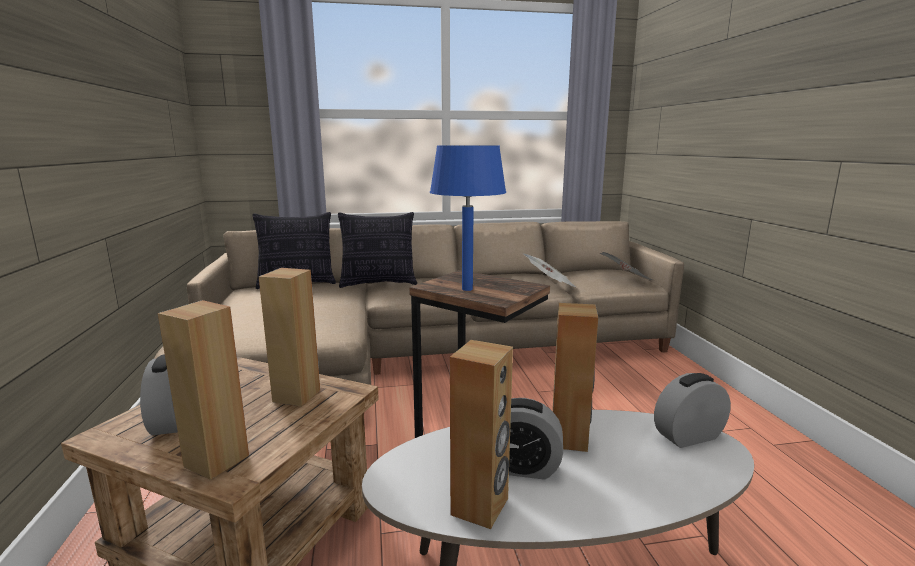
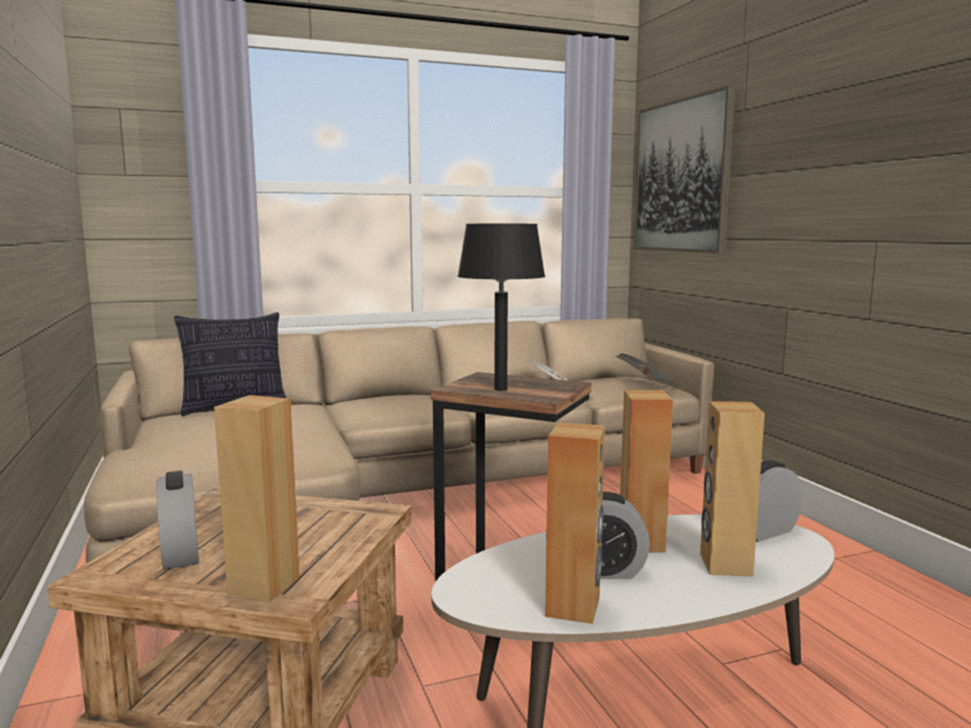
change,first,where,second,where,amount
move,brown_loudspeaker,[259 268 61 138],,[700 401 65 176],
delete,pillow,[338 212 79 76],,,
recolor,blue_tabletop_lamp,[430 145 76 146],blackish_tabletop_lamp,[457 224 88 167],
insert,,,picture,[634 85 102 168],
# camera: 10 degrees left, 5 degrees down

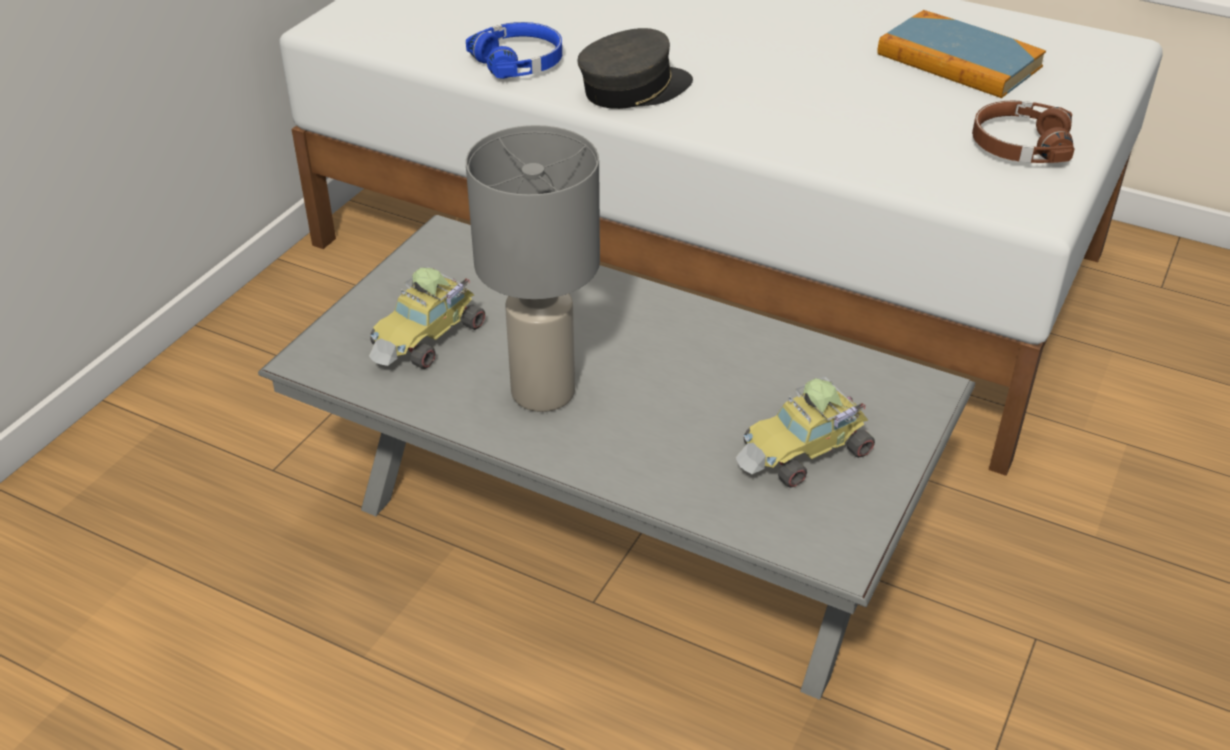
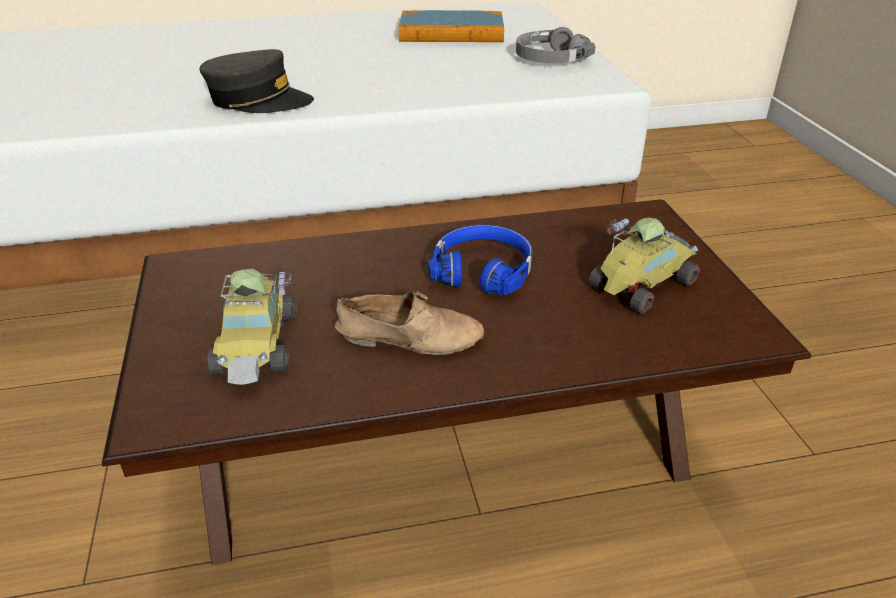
change,first,where,second,where,amount
recolor,gray_coffee_table,[258 215 717 485],brown_coffee_table,[102 199 709 366],
move,blue_pair_of_headphones,[466 22 96 57],,[429 225 104 70],
replace,gray_tabletop_lamp,[466 125 134 287],beige-coloured_item_of_footwear,[335 291 149 64],
rotate,gray_baseball_cap,[577 28 116 81],,[199 49 115 64],75 degrees clockwise
rotate,model_car,[736 376 139 112],,[589 218 111 96],150 degrees counterclockwise
recolor,brown_pair_of_headphones,[972 101 103 62],gray_pair_of_headphones,[516 27 80 36],
# camera: 40 degrees left, 5 degrees down

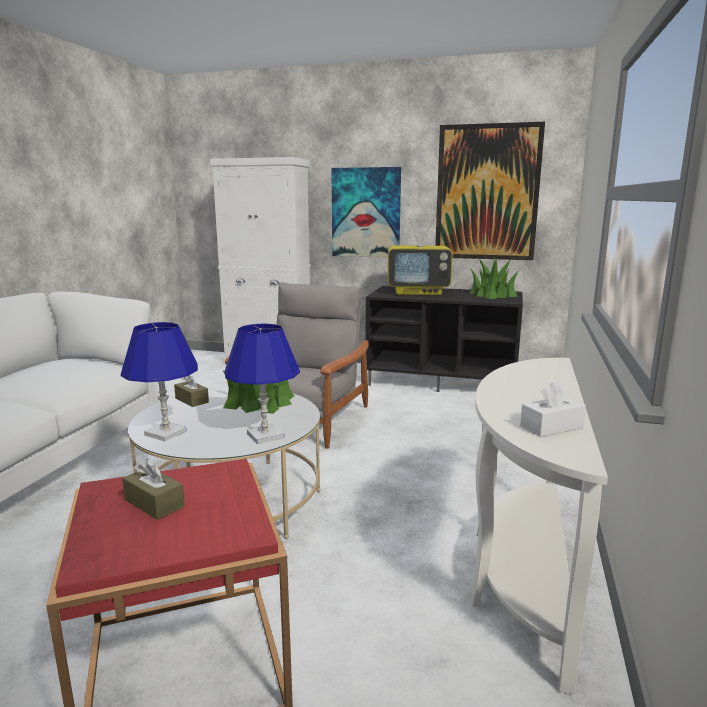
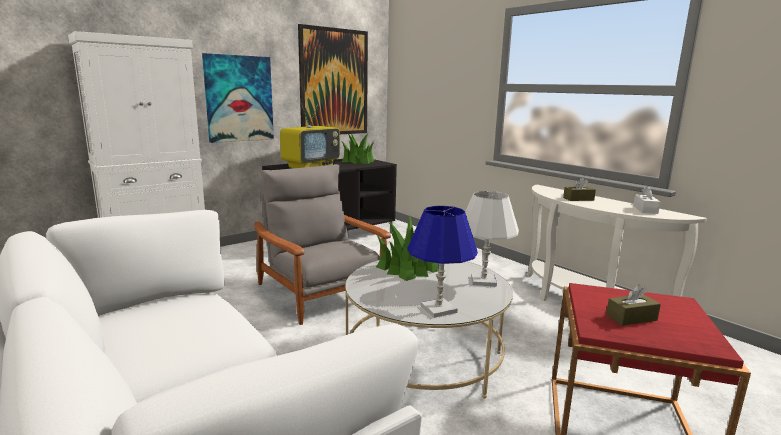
change,first,where,second,where,amount
move,brown_tissue_holder,[174 375 35 32],,[563 177 33 24],
recolor,blue_tabletop_lamp,[224 323 76 121],white-coloured_tabletop_lamp,[465 191 54 95],
# camera: 55 degrees left, 0 degrees up

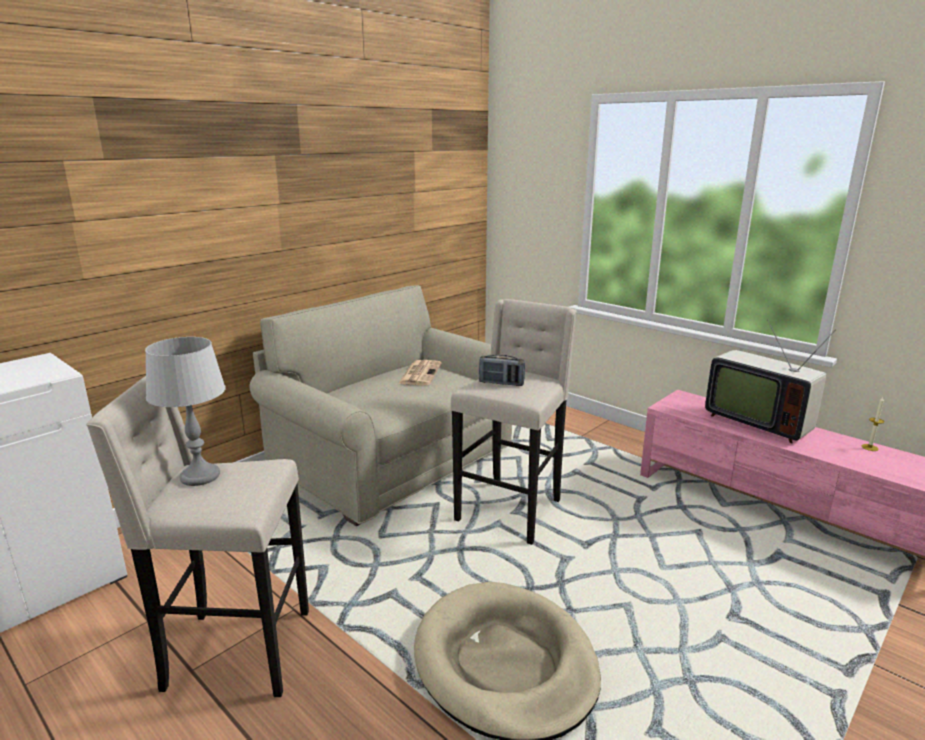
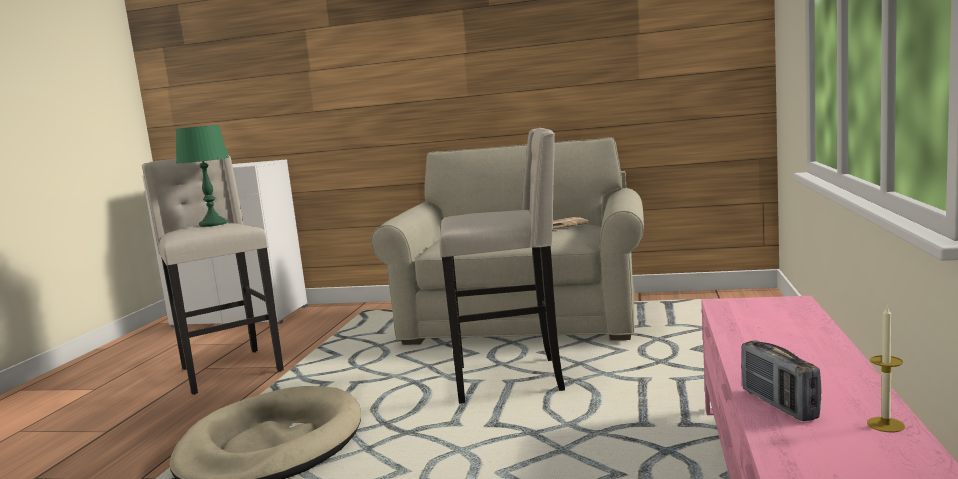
change,first,where,second,where,amount
recolor,gray_tabletop_lamp,[145 337 81 149],green-coloured_tabletop_lamp,[176 125 53 102],
move,radio_receiver,[479 355 46 31],,[741 341 80 80],
delete,TV_set,[705 320 131 123],,,
# camera: 60 degrees right, 10 degrees down

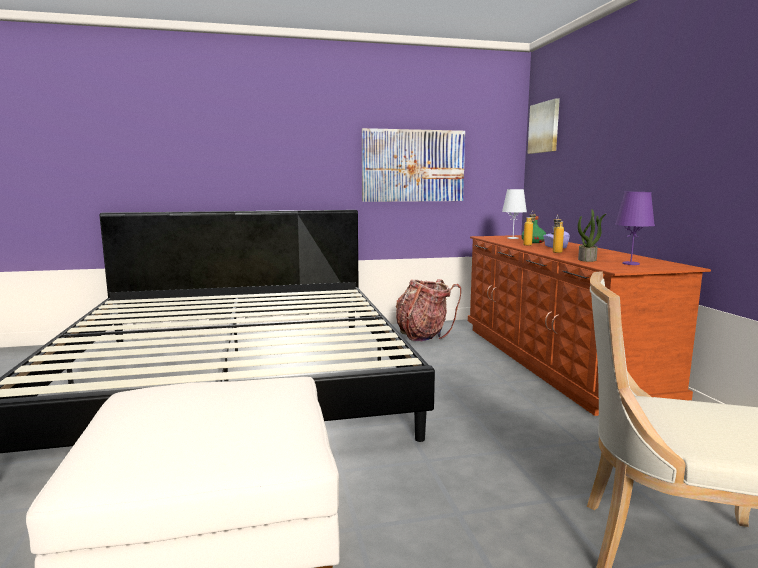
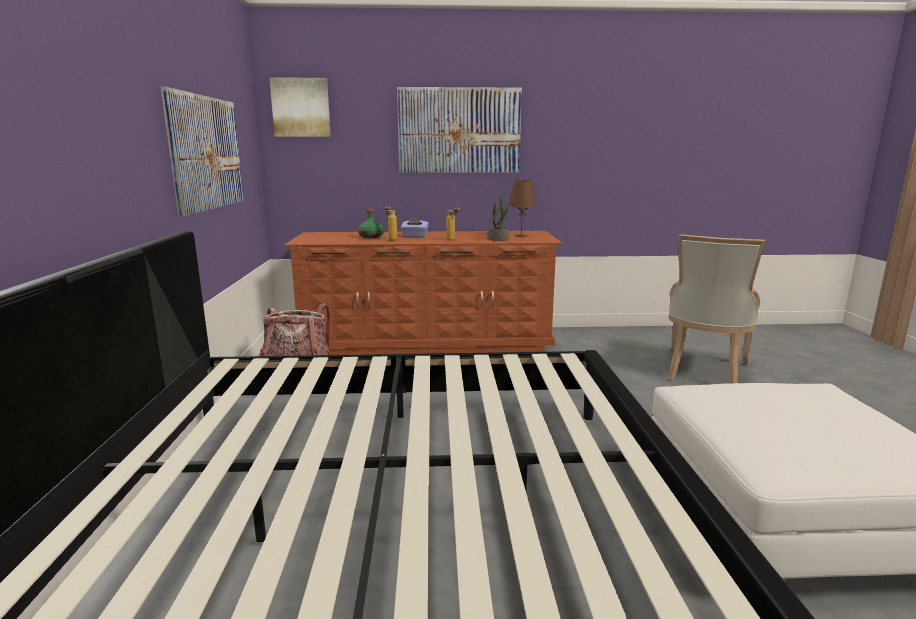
change,first,where,second,where,amount
delete,white-coloured_tabletop_lamp,[502 189 25 50],,,
recolor,purplish_tabletop_lamp,[615 192 40 73],brown_tabletop_lamp,[509 180 27 57],
insert,,,picture,[397 87 125 86],
# camera: 80 degrees left, 5 degrees up

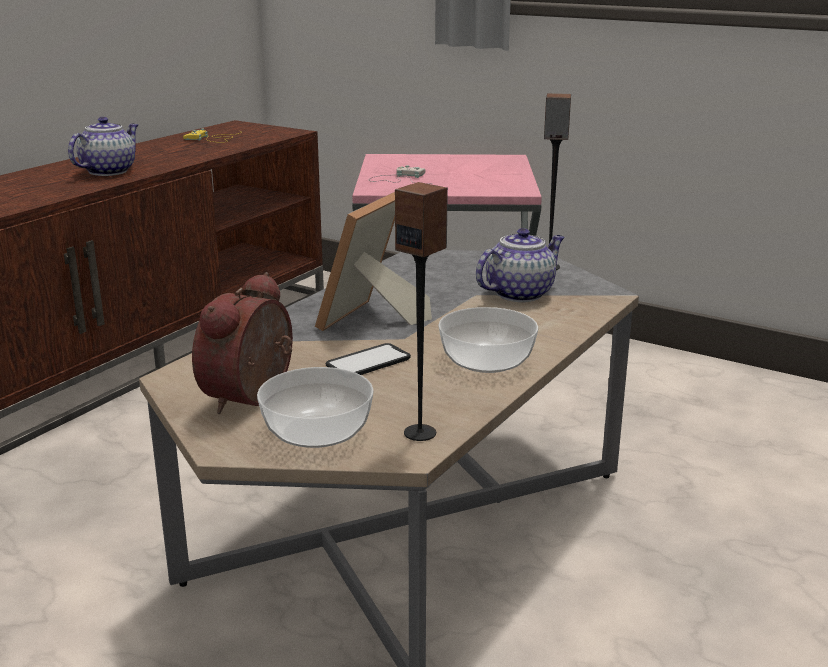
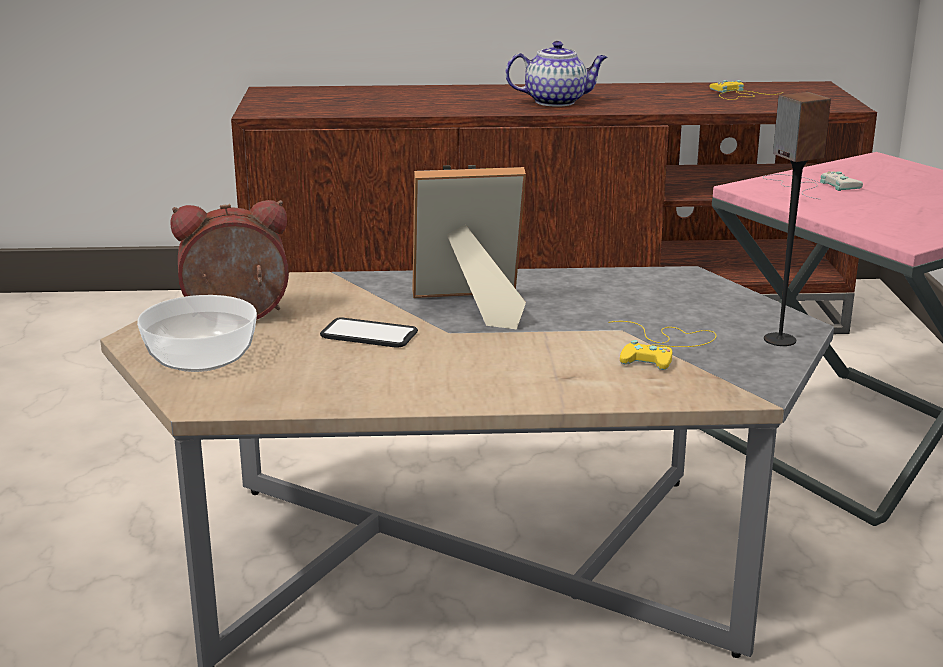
change,first,where,second,where,amount
delete,loudspeaker,[395 182 53 259],,,
delete,bowl,[438 307 100 66],,,
replace,tea_pot,[476 228 89 74],yellow-coloured_game_controller,[608 321 108 49],
# camera: 55 degrees right, 0 degrees up

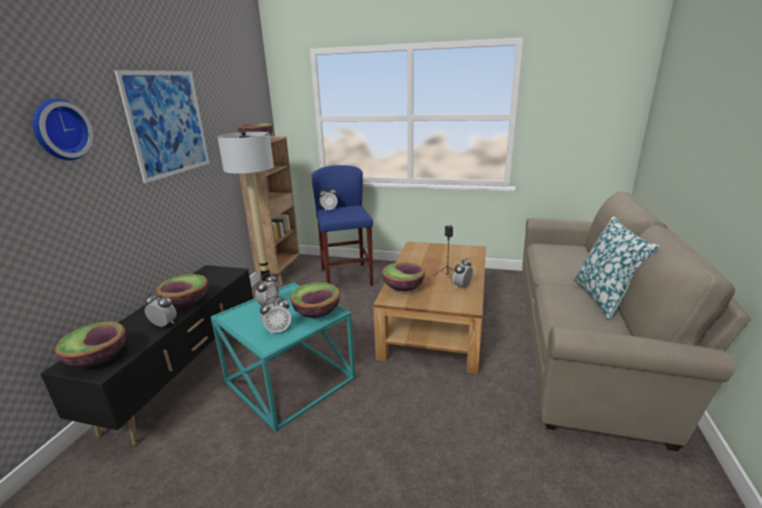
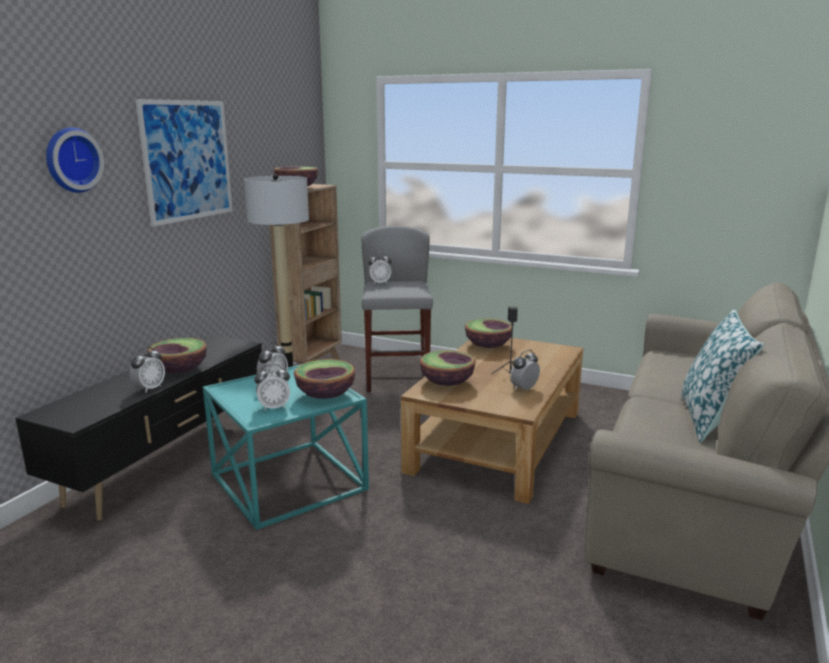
change,first,where,second,where,amount
move,bowl,[55 322 71 46],,[465 318 47 30],
rotate,bedside_clock,[145 292 31 35],,[130 347 35 46],90 degrees clockwise
recolor,blue_sitting_stool,[312 165 61 121],gray_sitting_stool,[361 226 72 166],
# camera: 10 degrees right, 5 degrees down

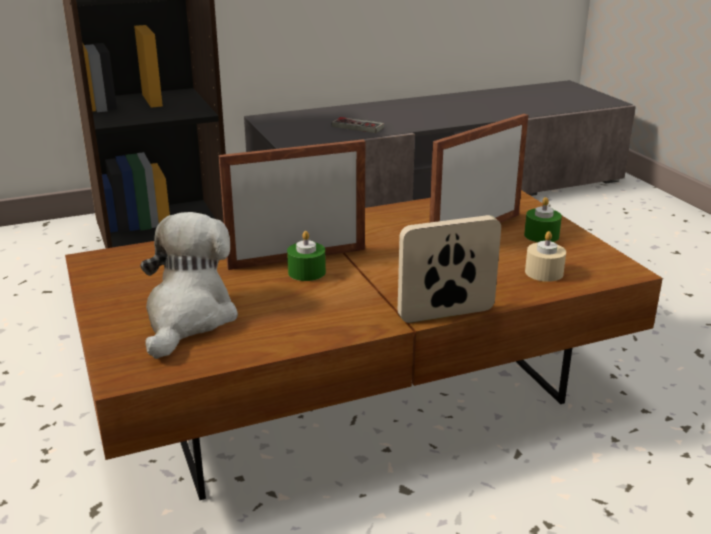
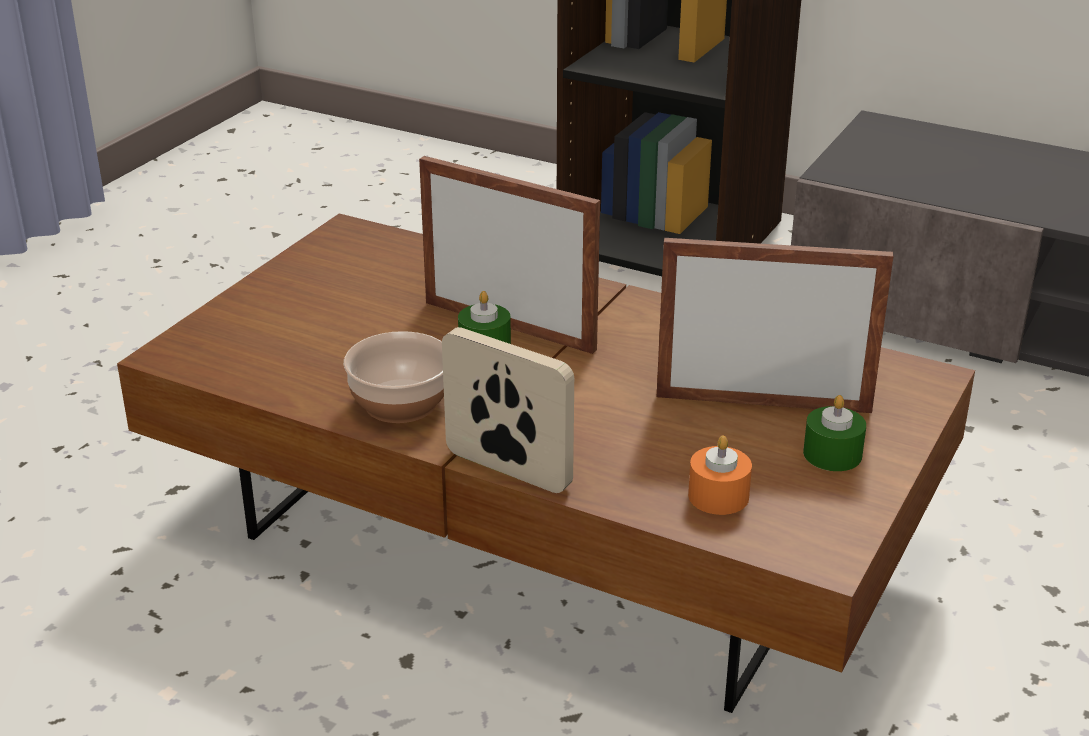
change,first,where,second,where,amount
delete,soft_toy,[140 212 98 147],,,
delete,game_controller,[332 117 52 16],,,
recolor,beige-coloured_candle,[525 231 41 51],orangey_candle,[688 435 64 80],
insert,,,bowl,[344 331 100 92],
# camera: 50 degrees right, 5 degrees up

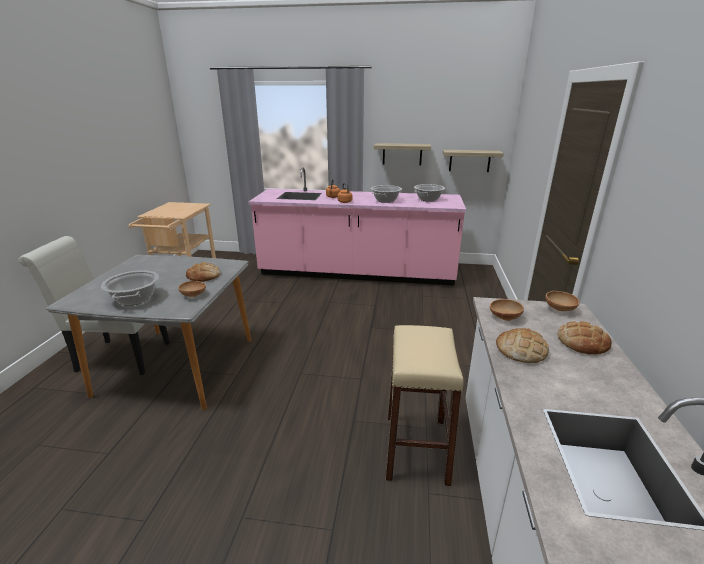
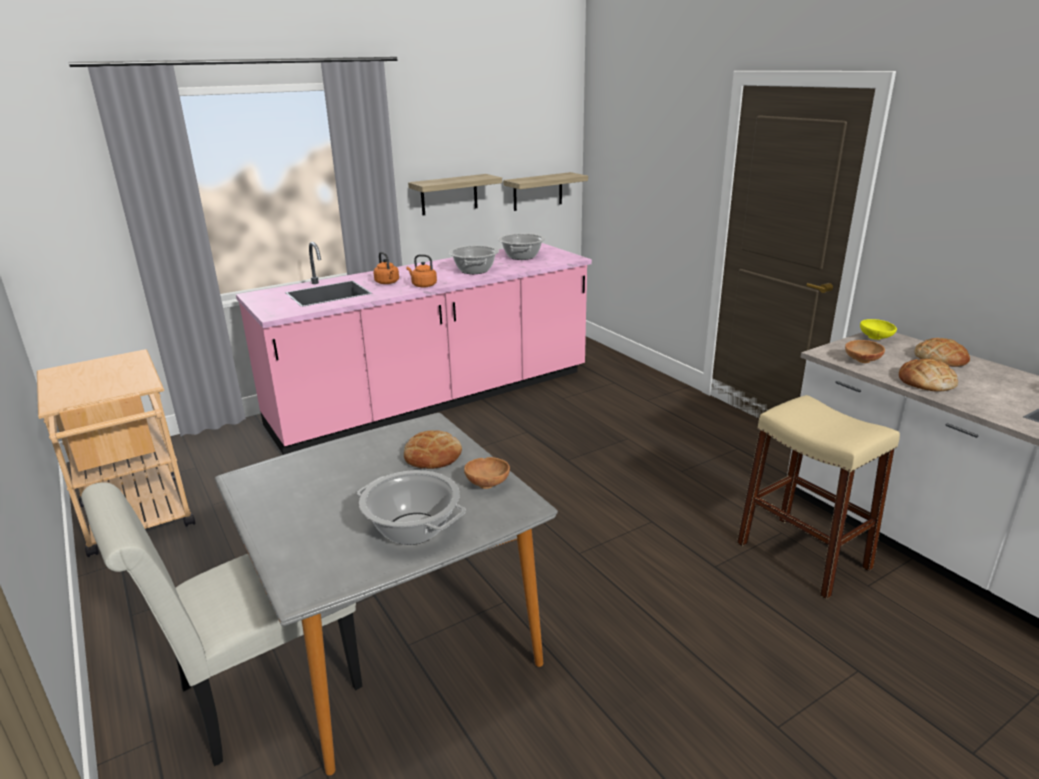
change,first,where,second,where,amount
recolor,brown_bowl,[545 291 34 20],yellow-coloured_bowl,[860 319 37 21],
# camera: 40 degrees left, 0 degrees up

